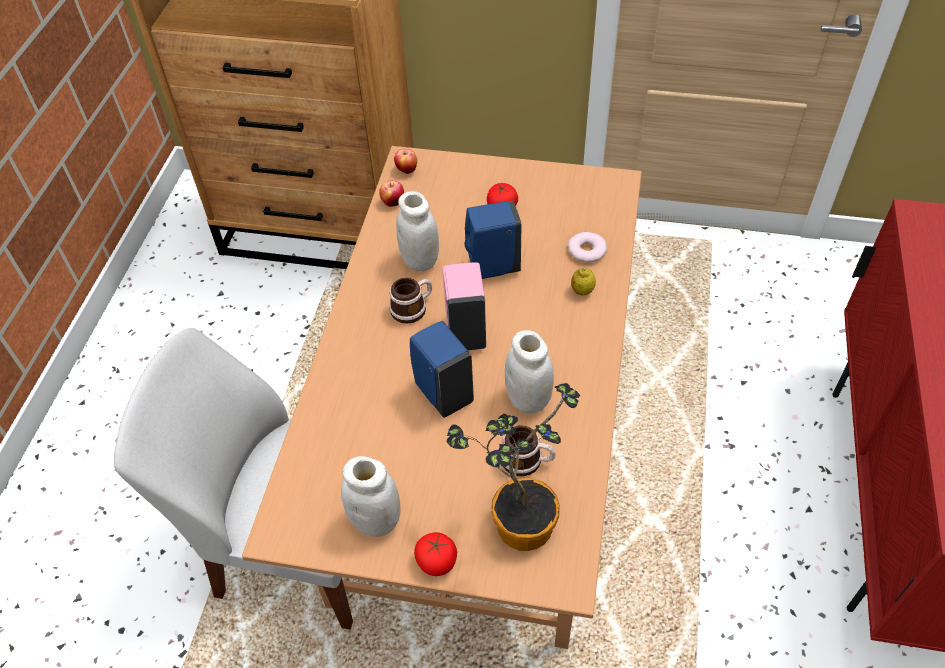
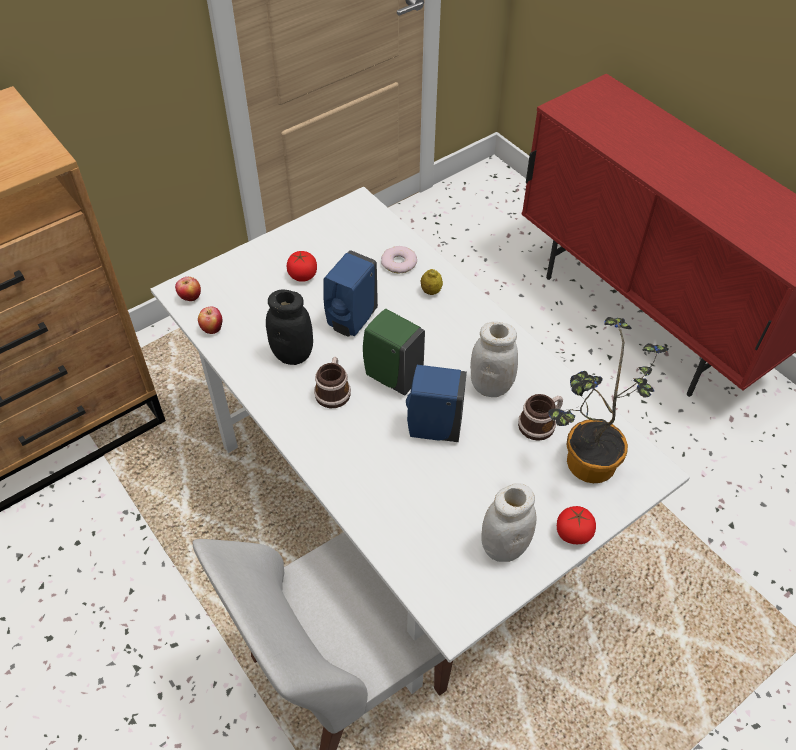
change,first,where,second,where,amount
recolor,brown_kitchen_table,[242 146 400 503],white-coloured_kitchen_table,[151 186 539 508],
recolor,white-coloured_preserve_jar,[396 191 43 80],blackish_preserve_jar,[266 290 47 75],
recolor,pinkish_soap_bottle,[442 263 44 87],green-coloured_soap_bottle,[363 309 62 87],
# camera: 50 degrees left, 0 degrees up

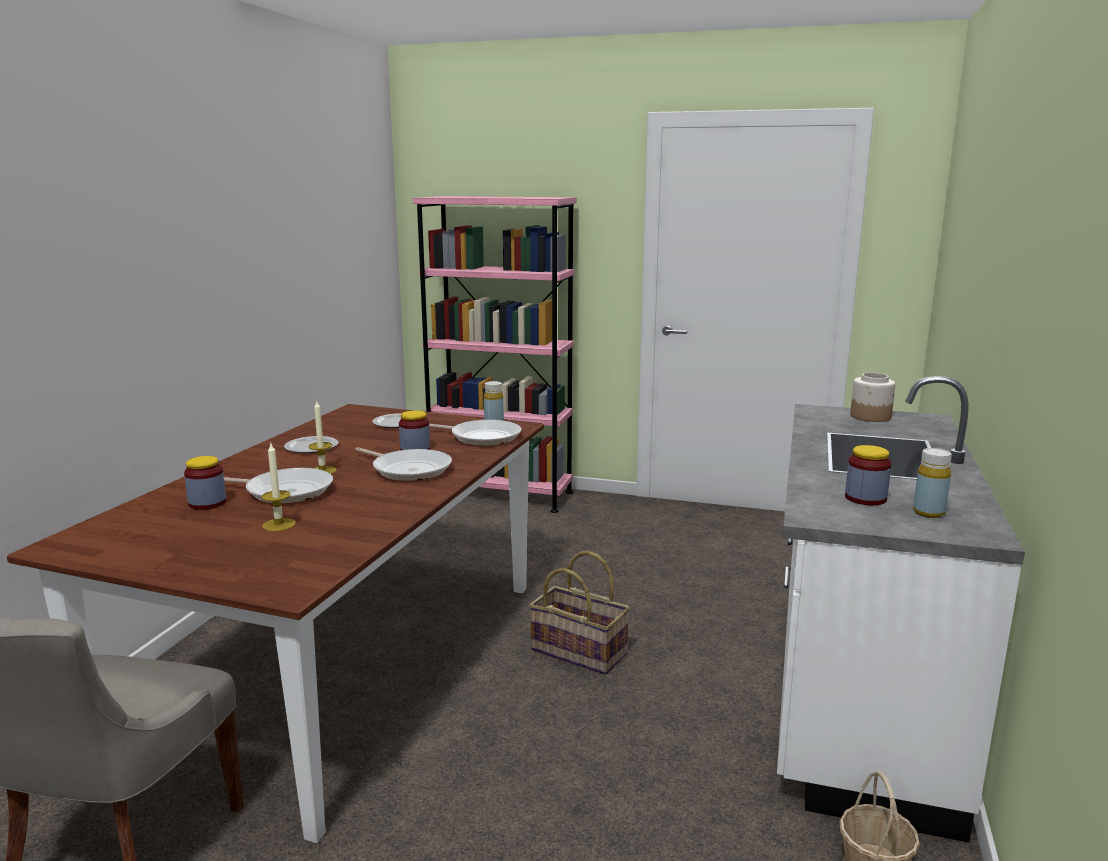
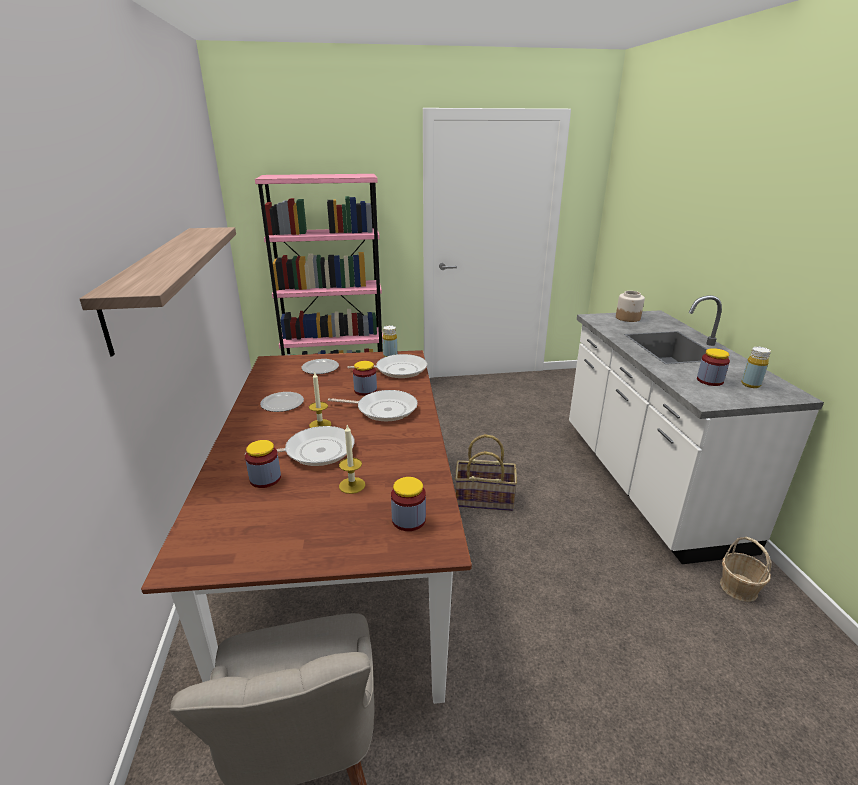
change,first,where,second,where,amount
insert,,,wall_shelf,[80 227 156 130],
insert,,,preserve_jar,[391 477 35 54],
# camera: 25 degrees left, 10 degrees up

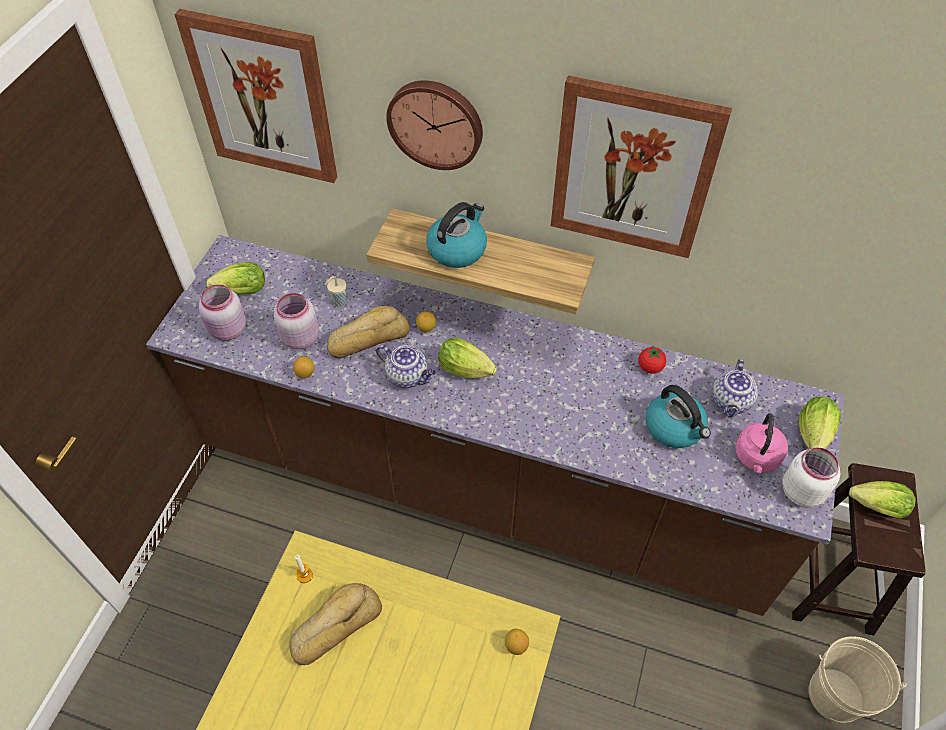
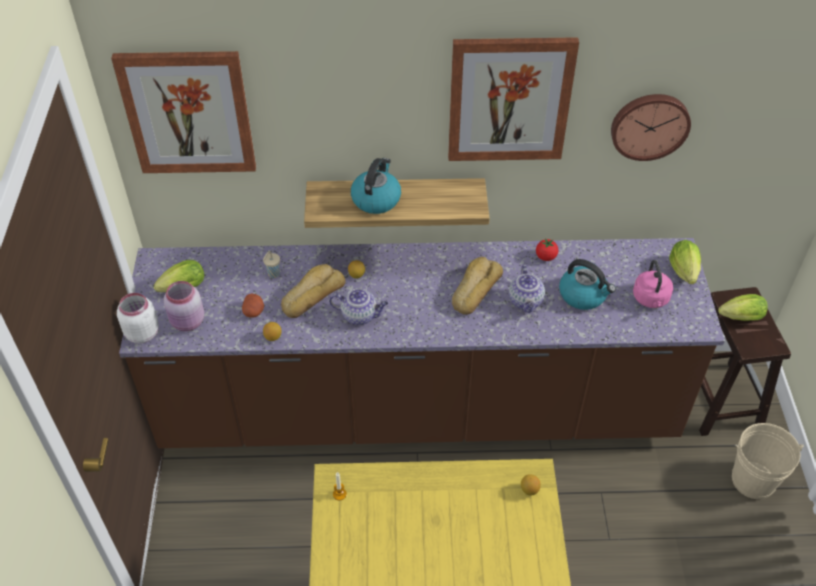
change,first,where,second,where,amount
replace,pinkish_preserve_jar,[274 293 45 56],potato,[242 293 22 25],
move,bread,[289 583 93 82],,[452 257 51 58],
move,hanging_clock,[386 81 97 89],,[611 94 80 67],
delete,lettuce,[438 337 59 41],,,
move,tea_pot,[712 359 46 59],,[509 265 36 48],
move,white-coloured_preserve_jar,[782 447 58 61],,[117 293 42 51],
# camera: 20 degrees left, 5 degrees down

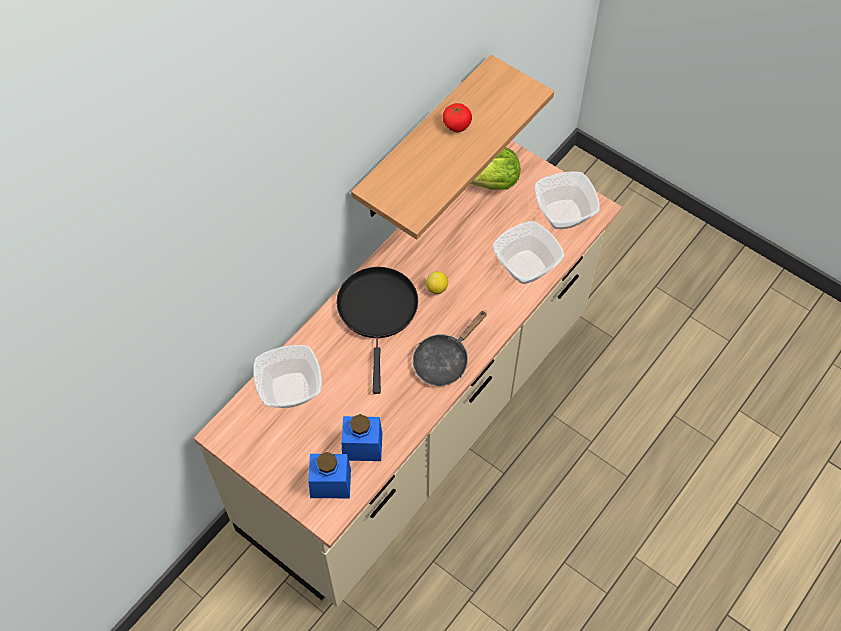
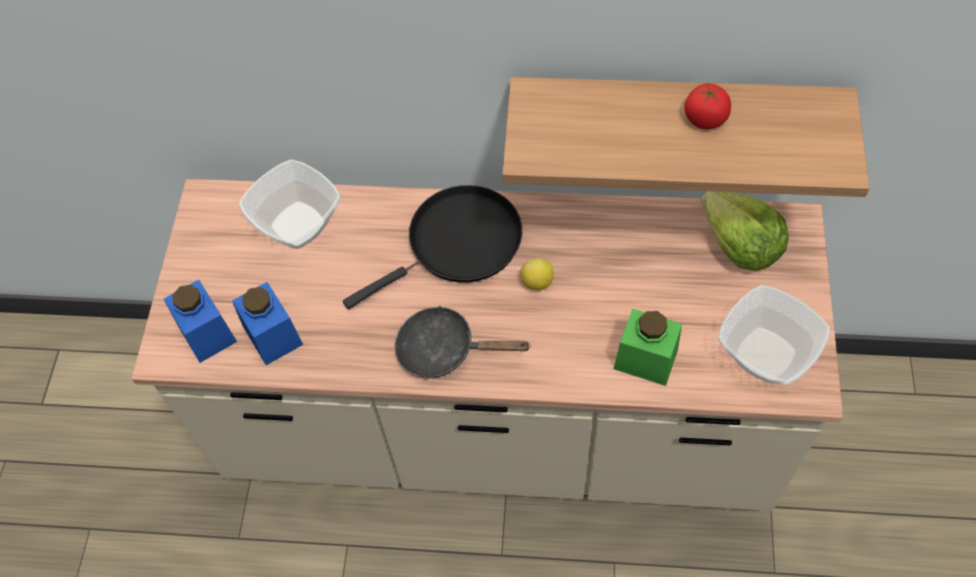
change,first,where,second,where,amount
replace,bowl,[492 221 72 63],green-coloured_preserve_jar,[614 309 68 77],
# camera: 60 degrees right, 0 degrees up

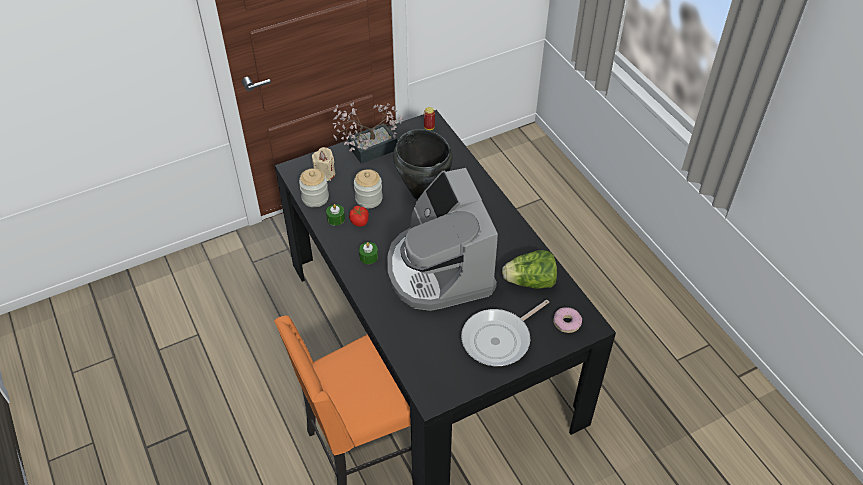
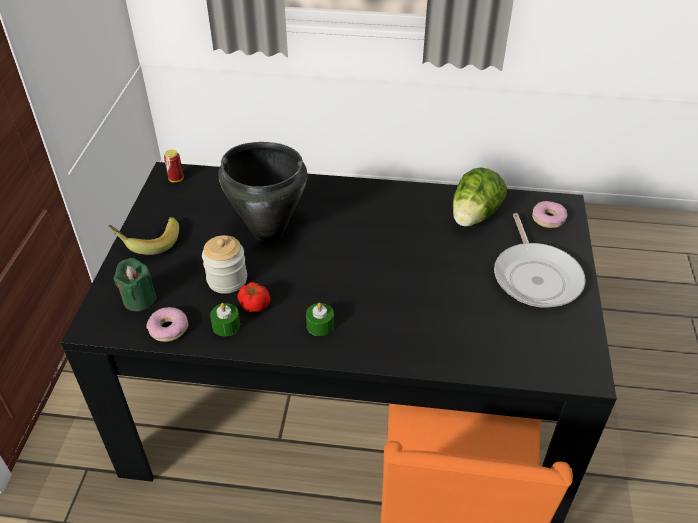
change,first,where,second,where,amount
replace,preserve_jar,[299 168 30 39],doughnut,[146 307 42 35],
recolor,beige-coloured_candle,[312 147 24 34],green-coloured_candle,[113 258 44 53],
replace,houseplant,[333 102 69 62],banana_fruit,[108 217 71 38],
delete,coffee_machine,[387 168 111 143],,,
# camera: 55 degrees left, 5 degrees down

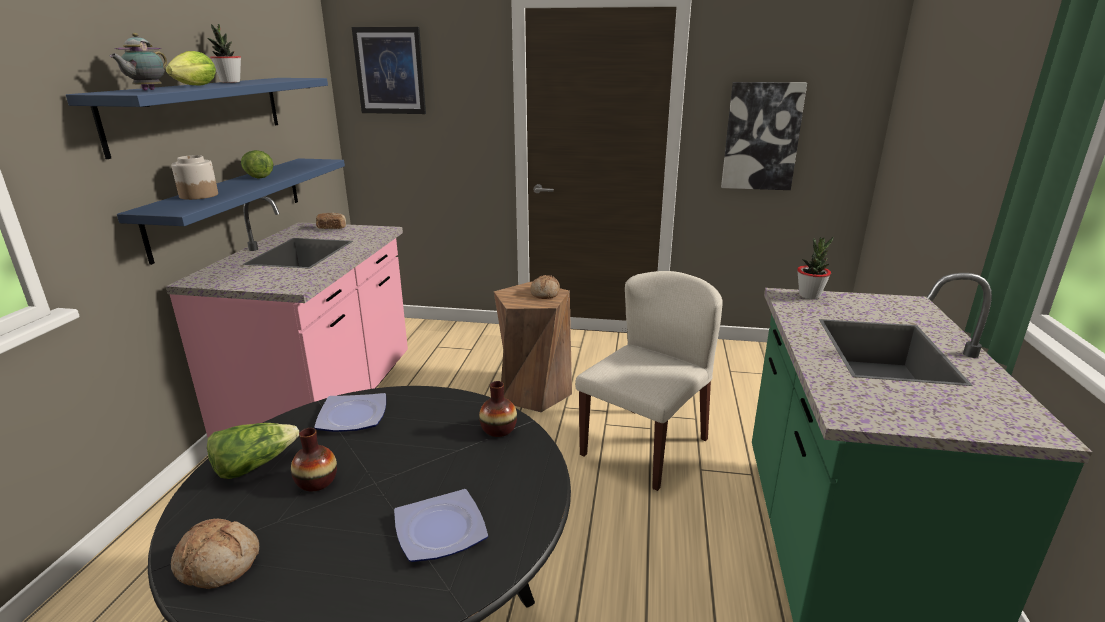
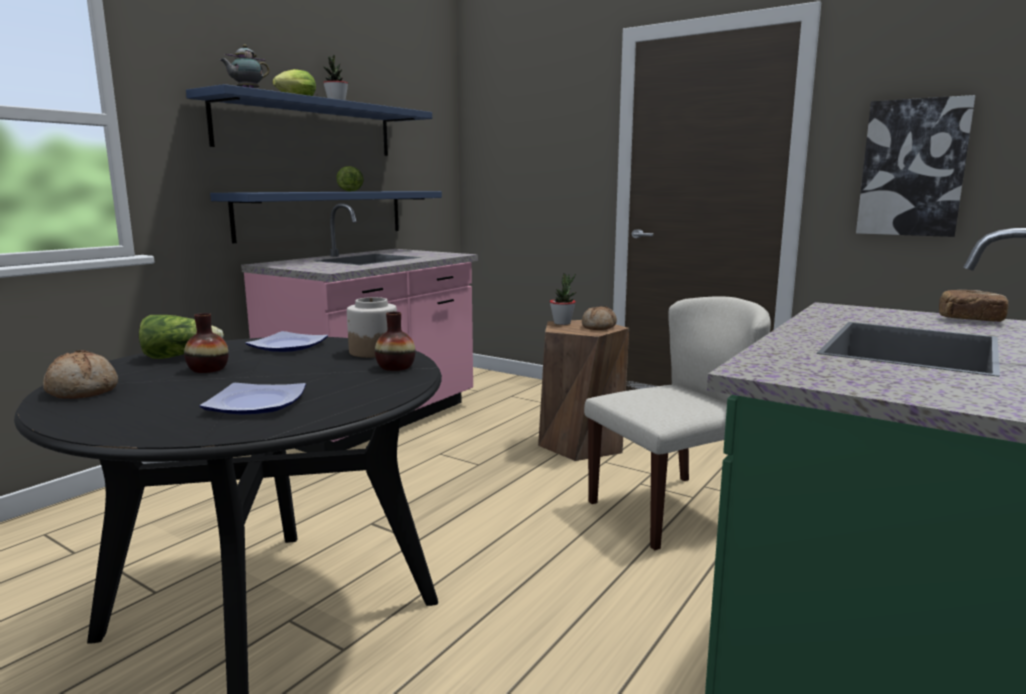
change,first,where,second,where,amount
move,preserve_jar,[171 155 47 45],,[347 297 50 61],
move,bread,[316 213 30 16],,[939 290 69 32],
delete,picture,[352 27 74 87],,,
move,houseplant,[797 237 36 63],,[550 274 26 51],
# camera: 25 degrees right, 10 degrees down

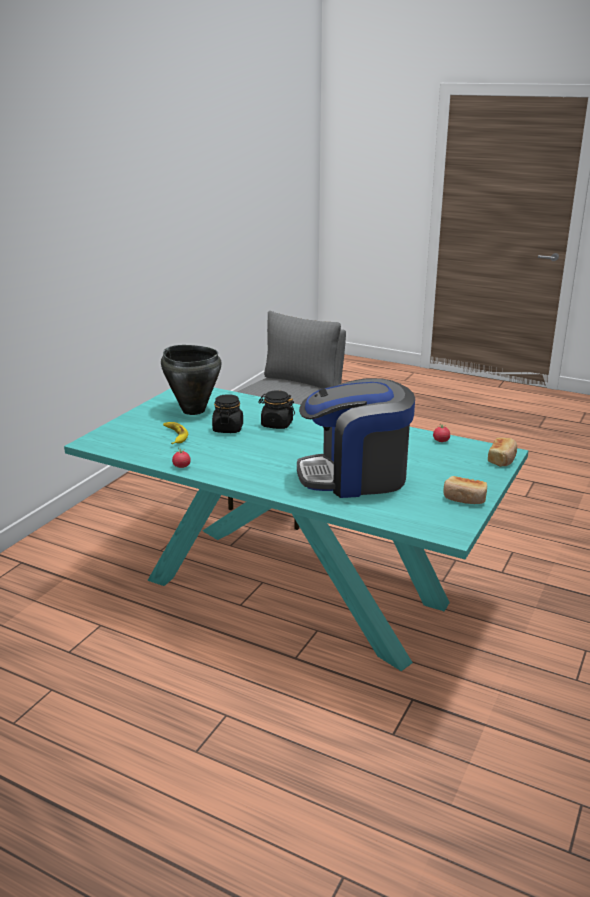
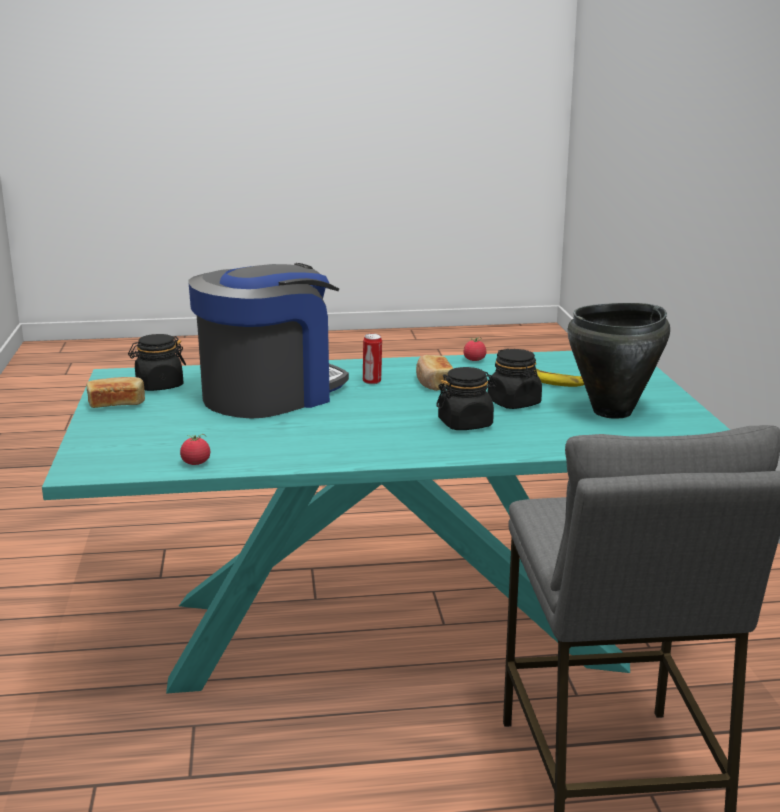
change,first,where,second,where,amount
move,bread,[488 438 29 29],,[416 355 38 36],
insert,,,blackish_preserve_jar,[128 334 58 57],
insert,,,metal_can,[363 333 19 51],
# camera: 145 degrees right, 5 degrees down

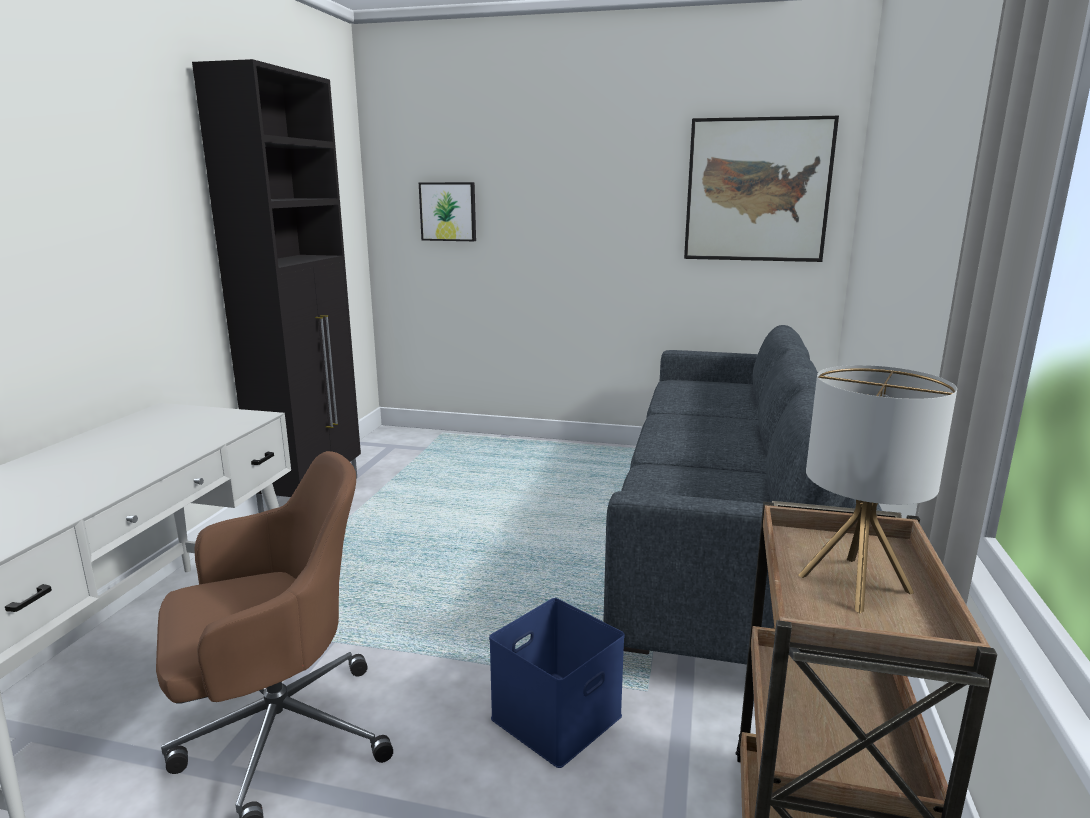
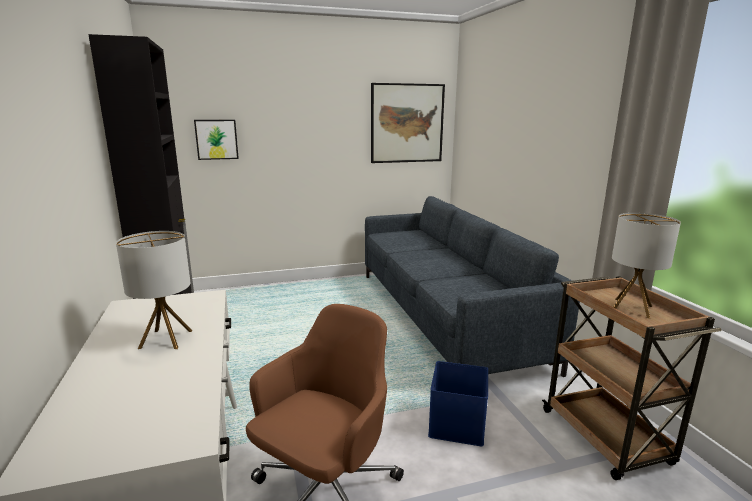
change,first,where,second,where,amount
insert,,,tabletop_lamp,[116 231 76 118],
# camera: 30 degrees left, 0 degrees up

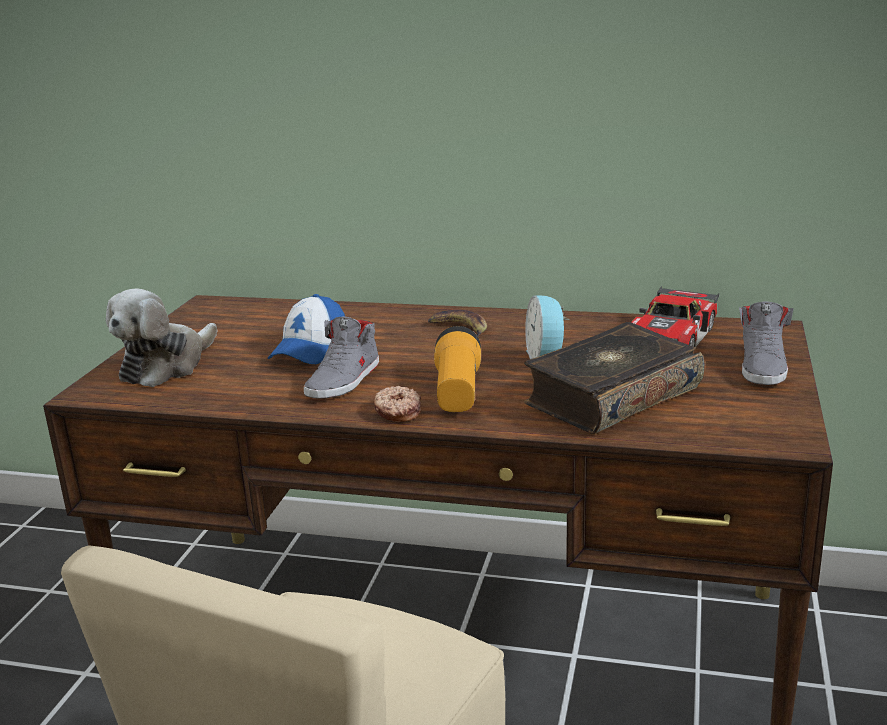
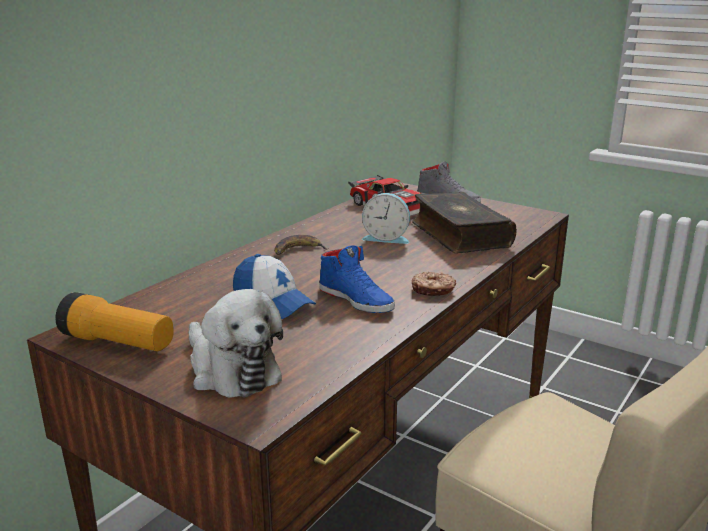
change,first,where,second,where,amount
recolor,gray_item_of_footwear,[304 316 75 83],blue_item_of_footwear,[319 245 76 68],
move,flashlight,[434 326 47 86],,[55 292 119 59],
# camera: 70 degrees left, 0 degrees up

